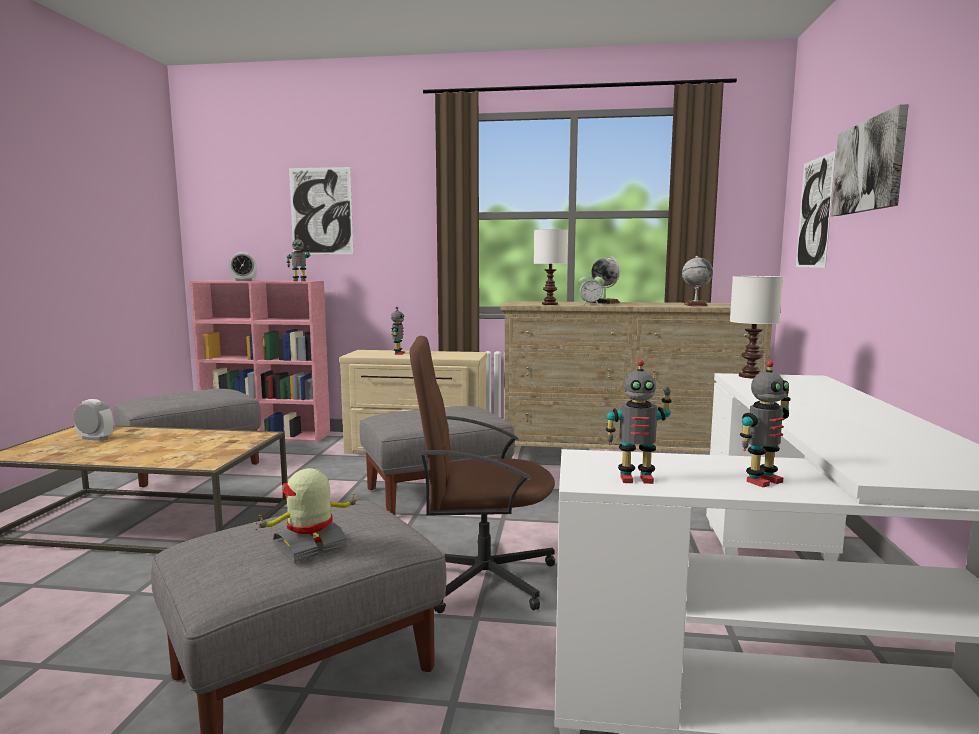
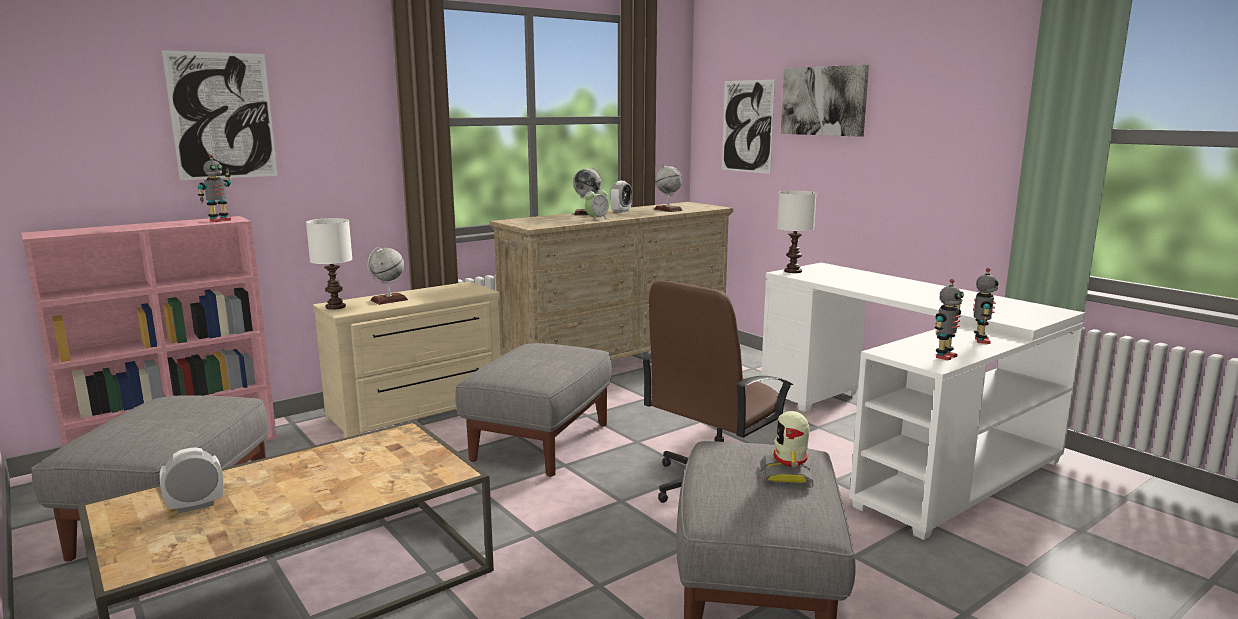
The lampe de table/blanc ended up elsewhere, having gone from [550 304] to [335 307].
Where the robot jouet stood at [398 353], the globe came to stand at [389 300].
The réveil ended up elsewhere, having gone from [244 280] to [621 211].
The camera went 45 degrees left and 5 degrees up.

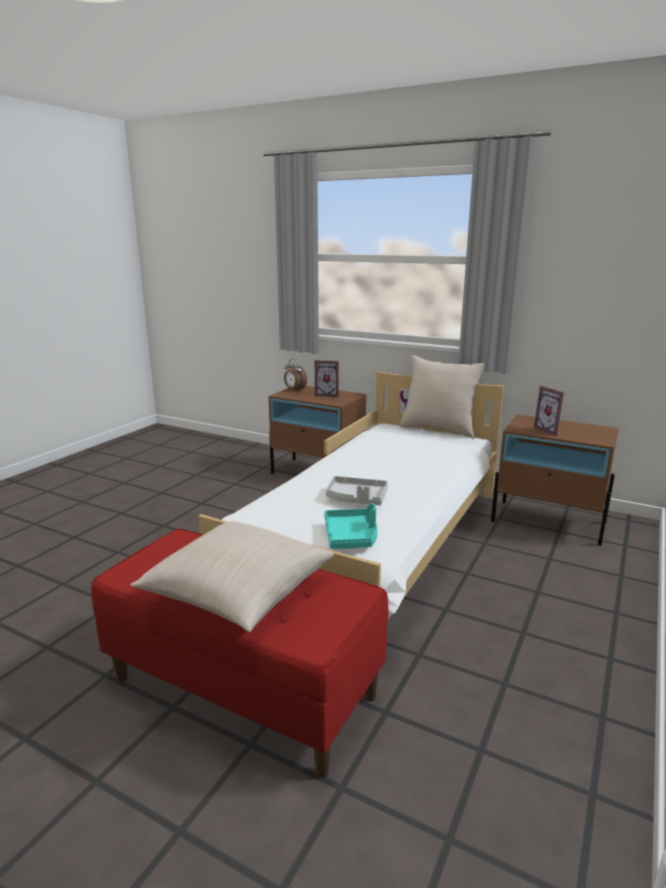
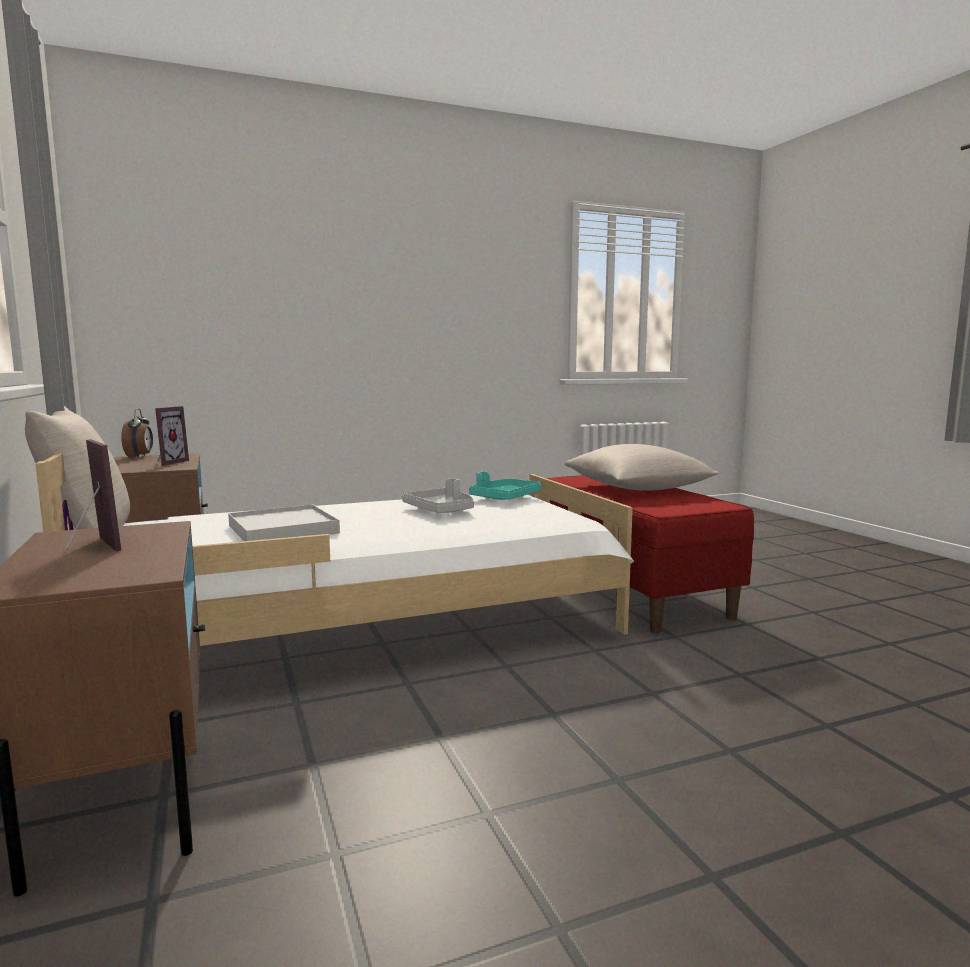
The réveil ended up elsewhere, having gone from [294 390] to [140 456].
The second view gained the plateau/blanc at [283 529].
The camera went 140 degrees left and 10 degrees down.

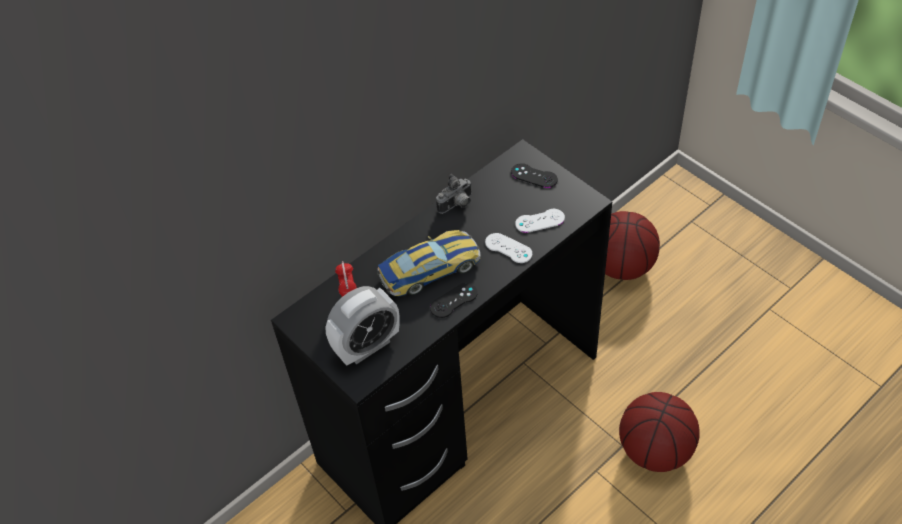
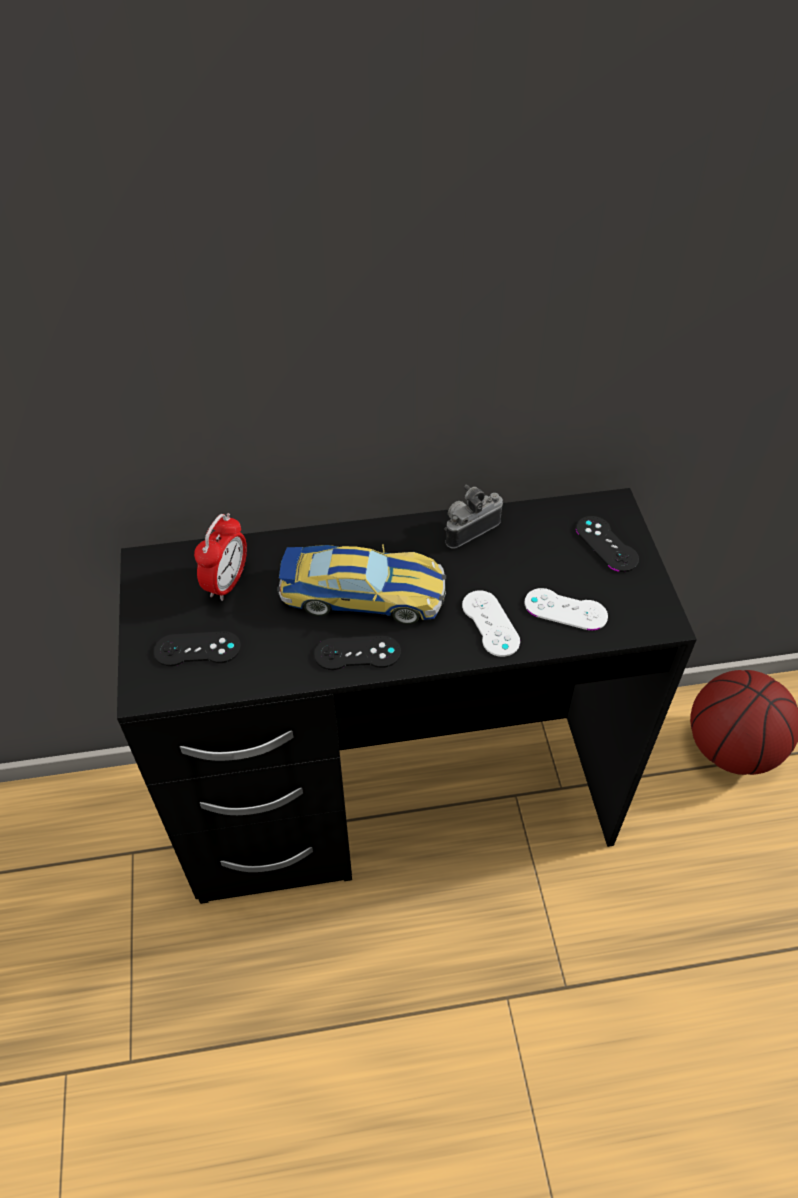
Where the réveil stood at [367 346], the manette/noir came to stand at [197 649].
The appareil photo at [457 205] ended up facing another way, 150 degrees clockwise from before.
The second view lost the ballon de basket at [655 450].
The camera went 30 degrees right and 0 degrees up.

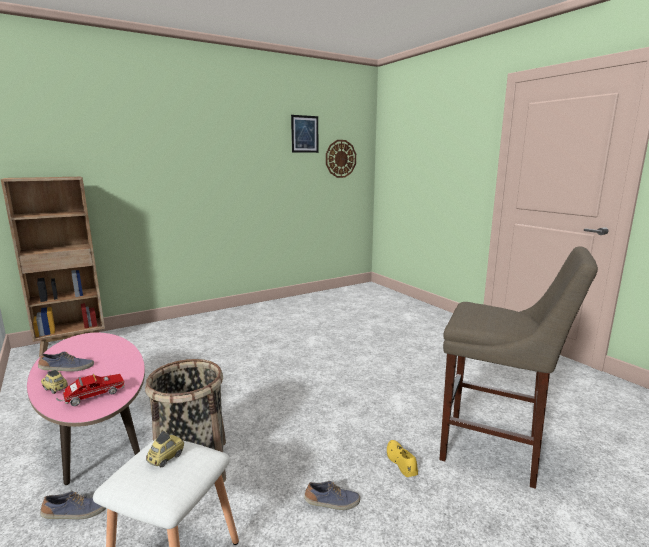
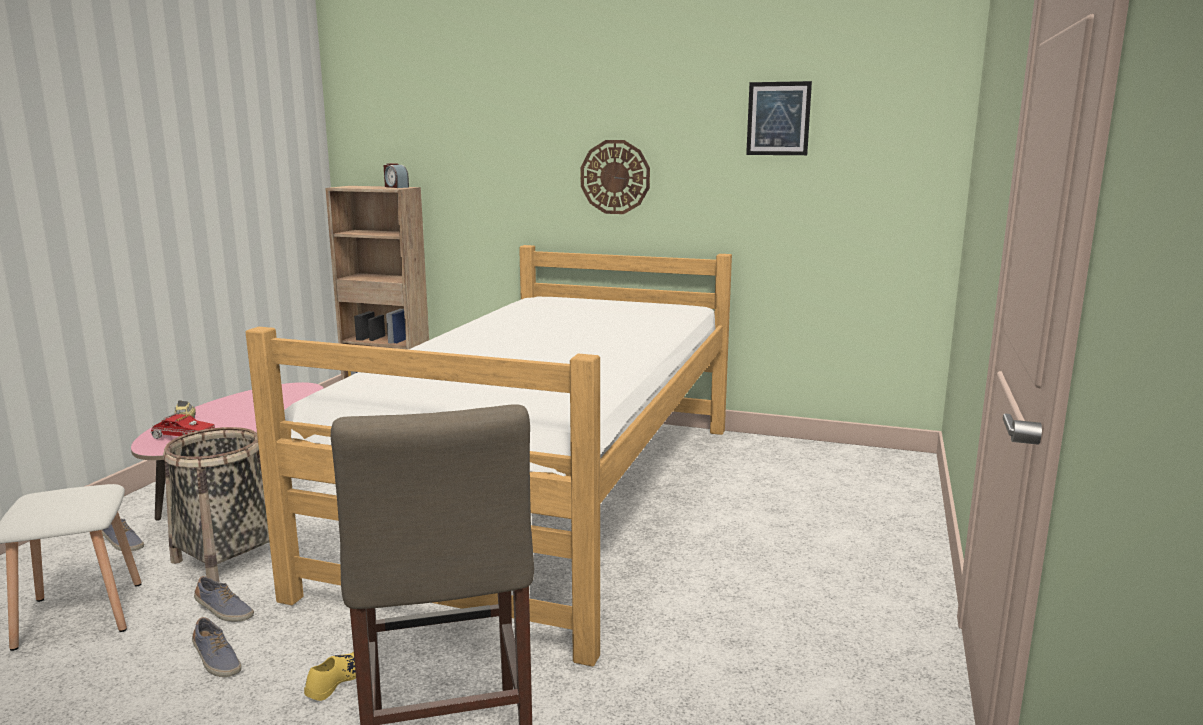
The chaussure ended up elsewhere, having gone from [67 370] to [223 611].
The second view gained the lit at [552 497].
The second view gained the réveil at [396 187].
The horloge murale ended up elsewhere, having gone from [340 158] to [615 177].
The second view lost the petite voiture at [166 458].
The camera went 50 degrees right and 0 degrees up.

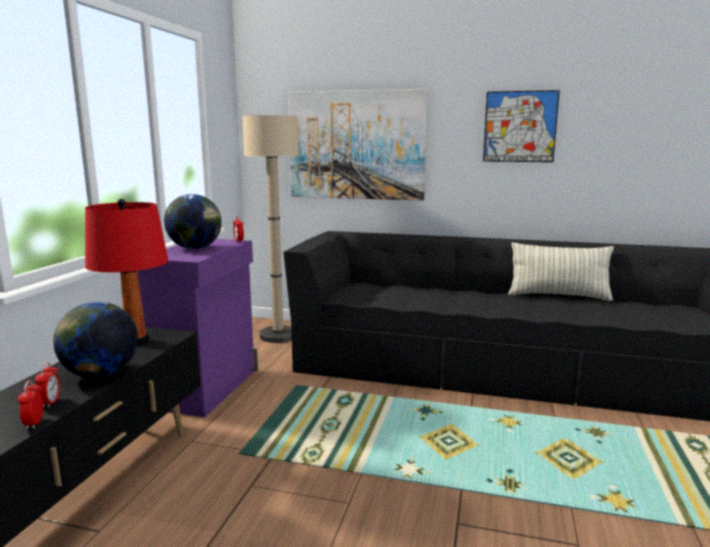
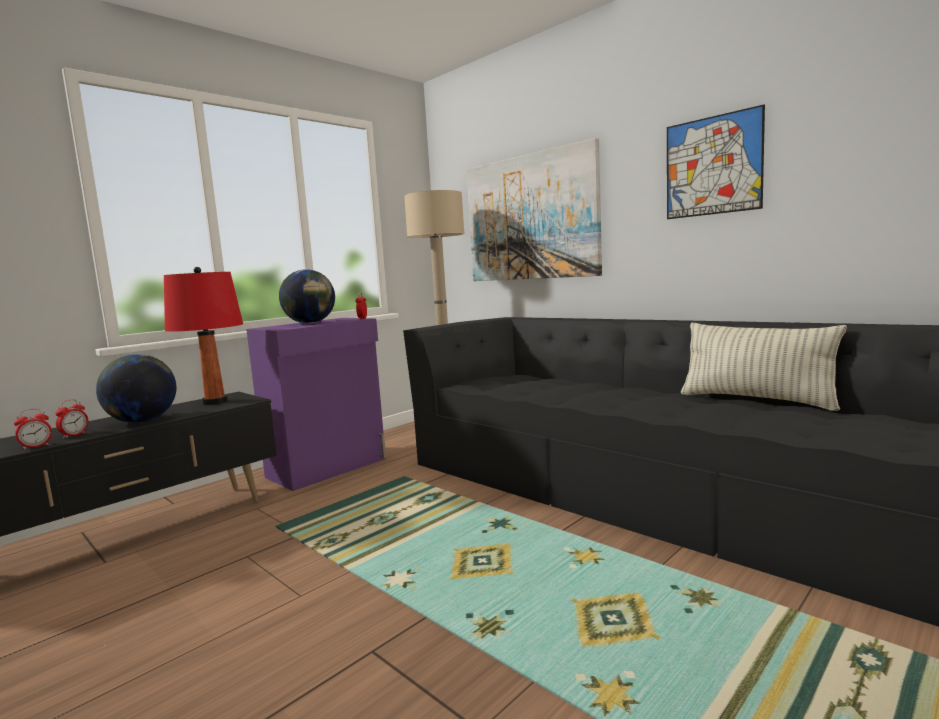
The réveil at [34 423] ended up facing another way, 150 degrees counterclockwise from before.
The camera went 30 degrees right and 5 degrees down.

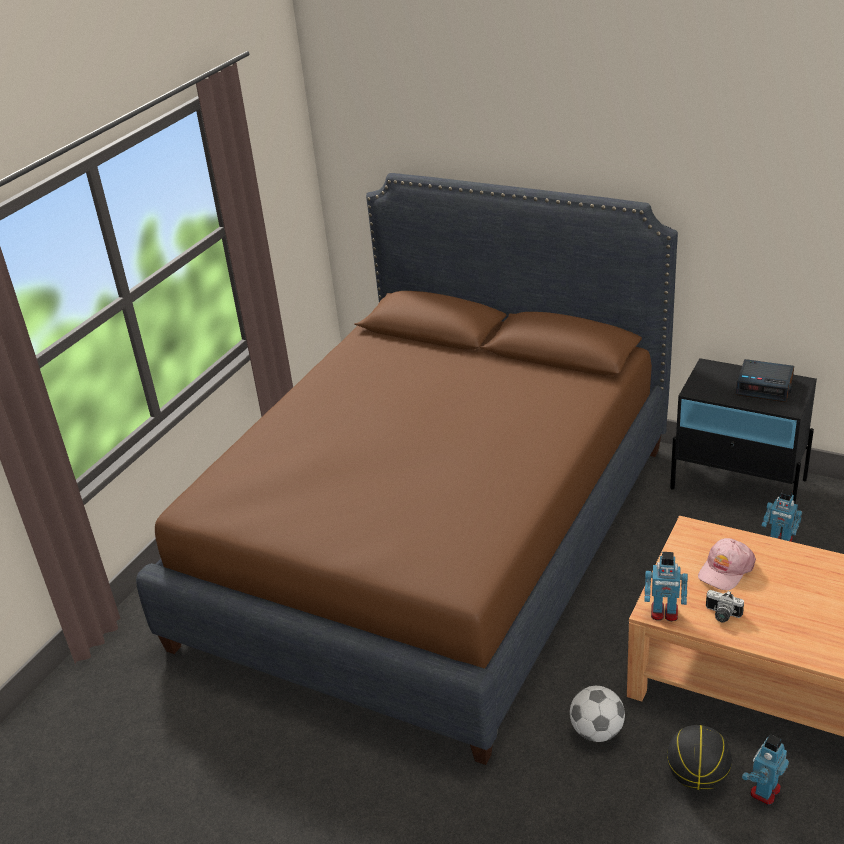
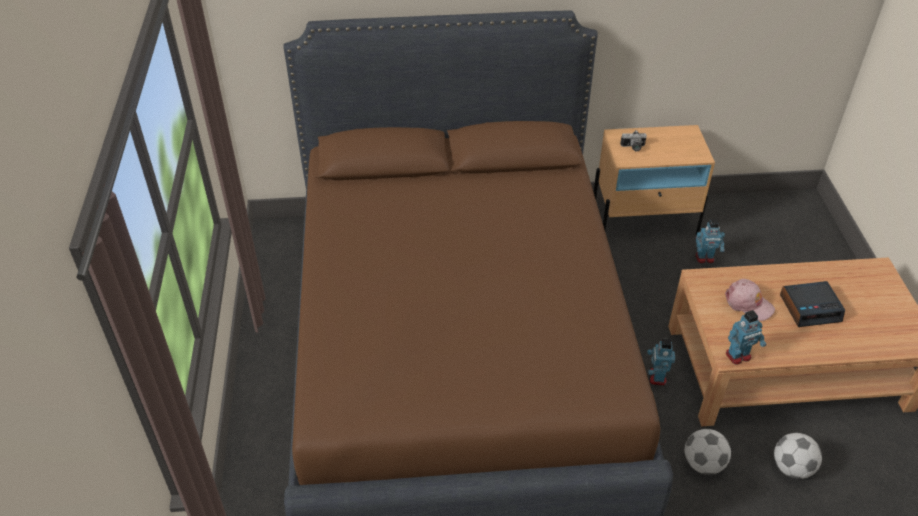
What was the table de chevet/noir at [739 484] turned into the table de chevet/beige at [644 220].
The appareil photo ended up elsewhere, having gone from [721 615] to [633 147].
The robot jouet ended up elsewhere, having gone from [764 791] to [657 377].
The casquette/rose at [725 569] ended up facing another way, 60 degrees counterclockwise from before.
Where the ballon de basket stood at [697 777], the ballon de foot came to stand at [792 468].
The réveil ended up elsewhere, having gone from [765 386] to [810 308].
The camera went 35 degrees left and 10 degrees up.

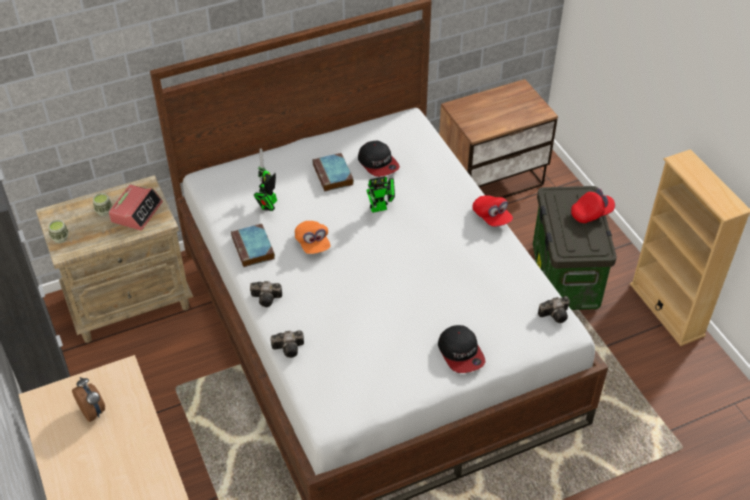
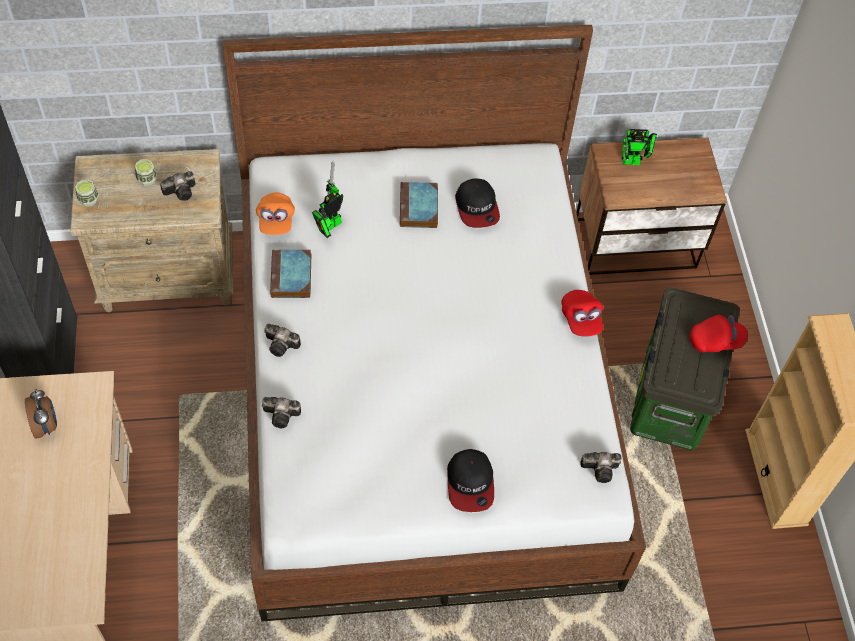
Where the réveil stood at [137 212], the appareil photo came to stand at [182 191].
The casquette/orange ended up elsewhere, having gone from [312 244] to [276 221].
The robot jouet ended up elsewhere, having gone from [381 208] to [634 161].
The camera went 15 degrees right and 10 degrees up.

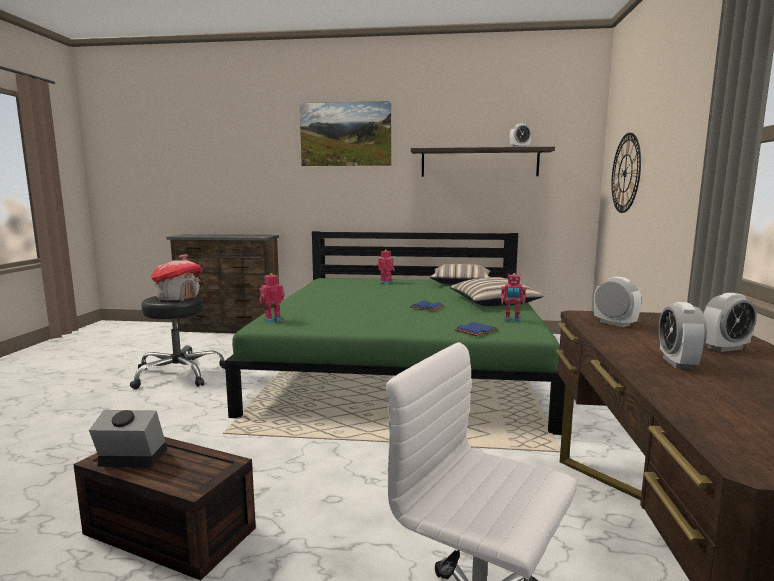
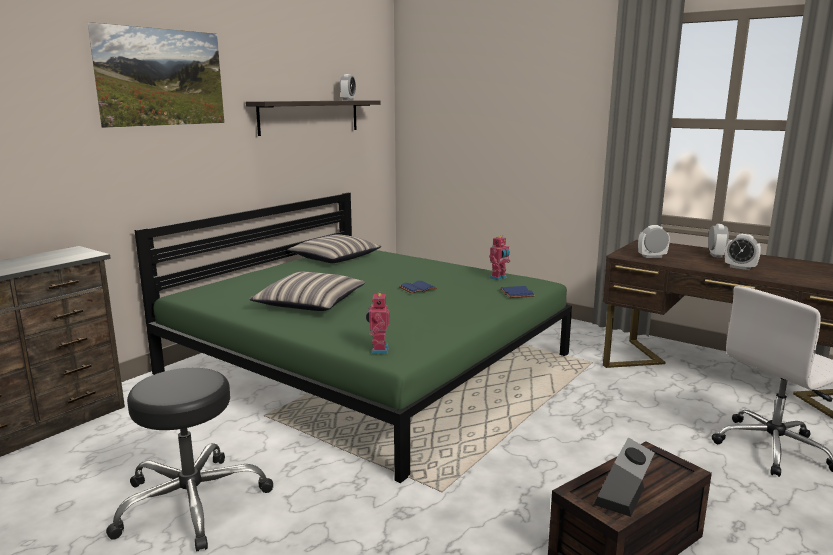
The coussin ended up elsewhere, having gone from [493 302] to [310 303].
The second view lost the maison miniature at [178 297].
The second view lost the robot jouet at [386 282].
The second view lost the horloge murale at [625 173].
The camera went 60 degrees left and 5 degrees up.

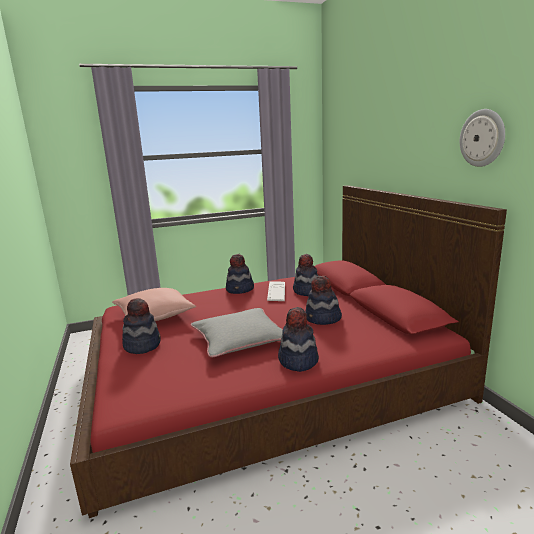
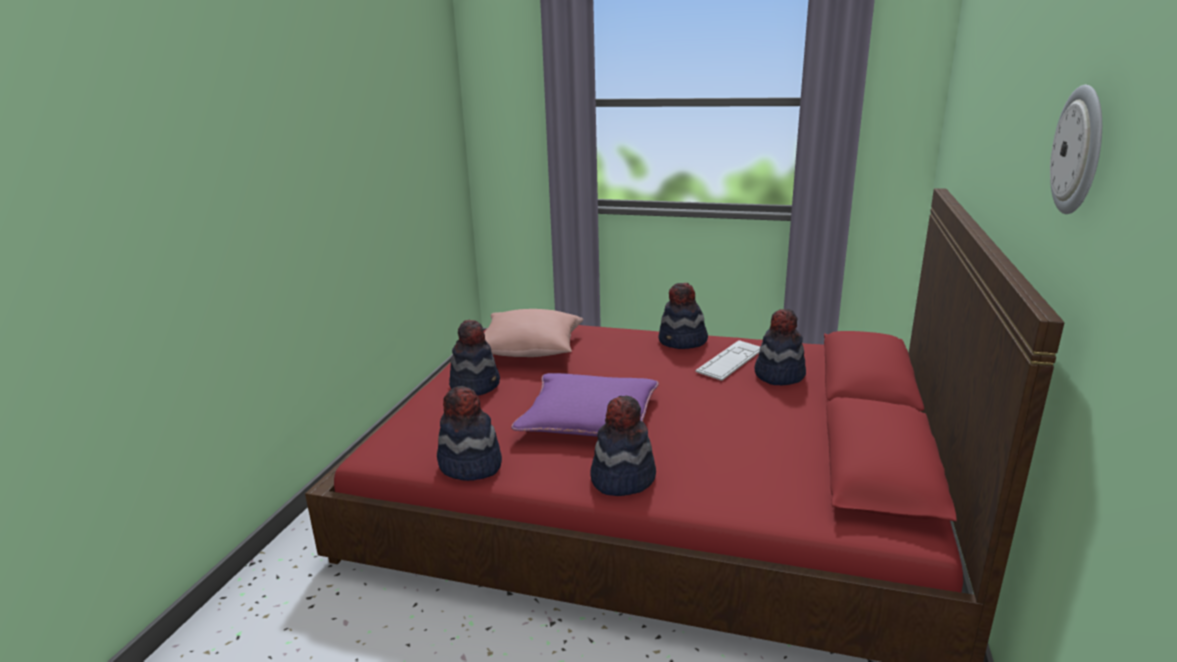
The chapeau ended up elsewhere, having gone from [322 319] to [470 465].
What was the coussin/gris at [239 339] turned into the coussin/violet at [589 418].
The camera went 35 degrees right and 5 degrees up.

